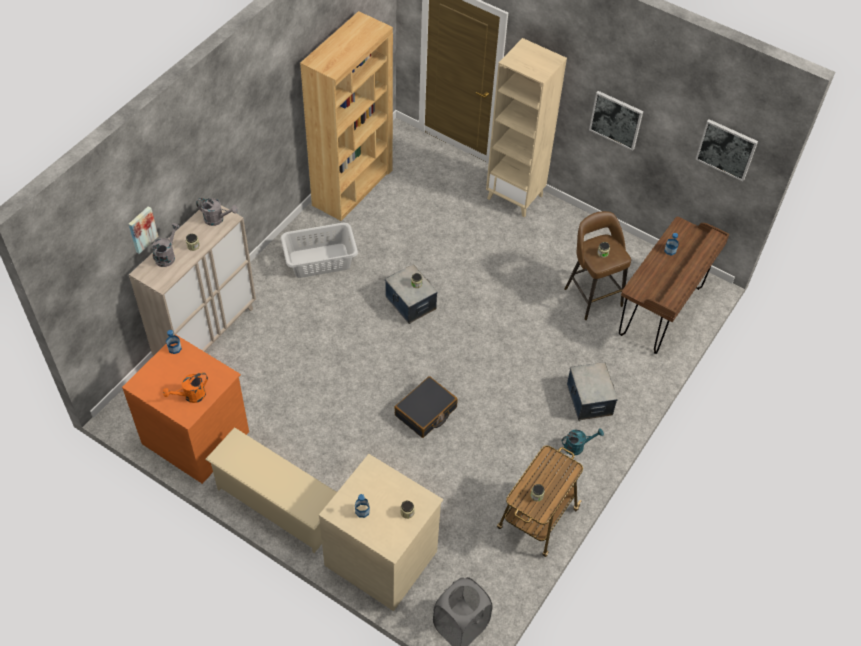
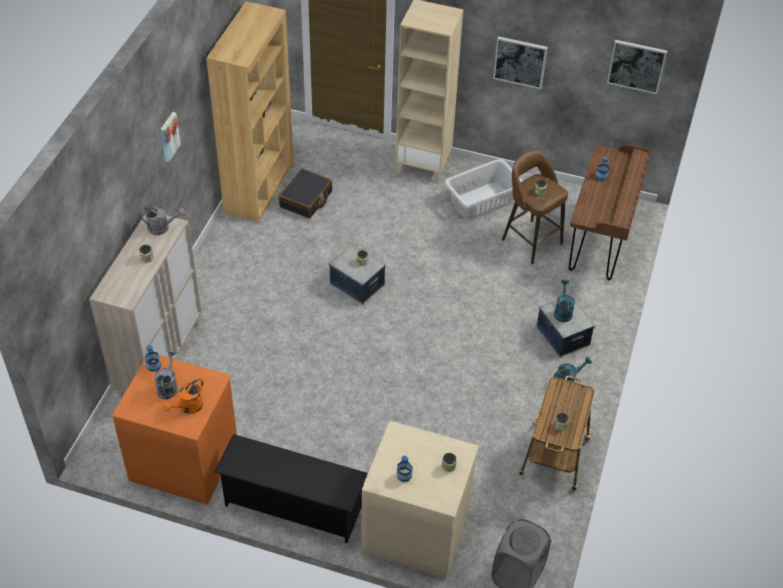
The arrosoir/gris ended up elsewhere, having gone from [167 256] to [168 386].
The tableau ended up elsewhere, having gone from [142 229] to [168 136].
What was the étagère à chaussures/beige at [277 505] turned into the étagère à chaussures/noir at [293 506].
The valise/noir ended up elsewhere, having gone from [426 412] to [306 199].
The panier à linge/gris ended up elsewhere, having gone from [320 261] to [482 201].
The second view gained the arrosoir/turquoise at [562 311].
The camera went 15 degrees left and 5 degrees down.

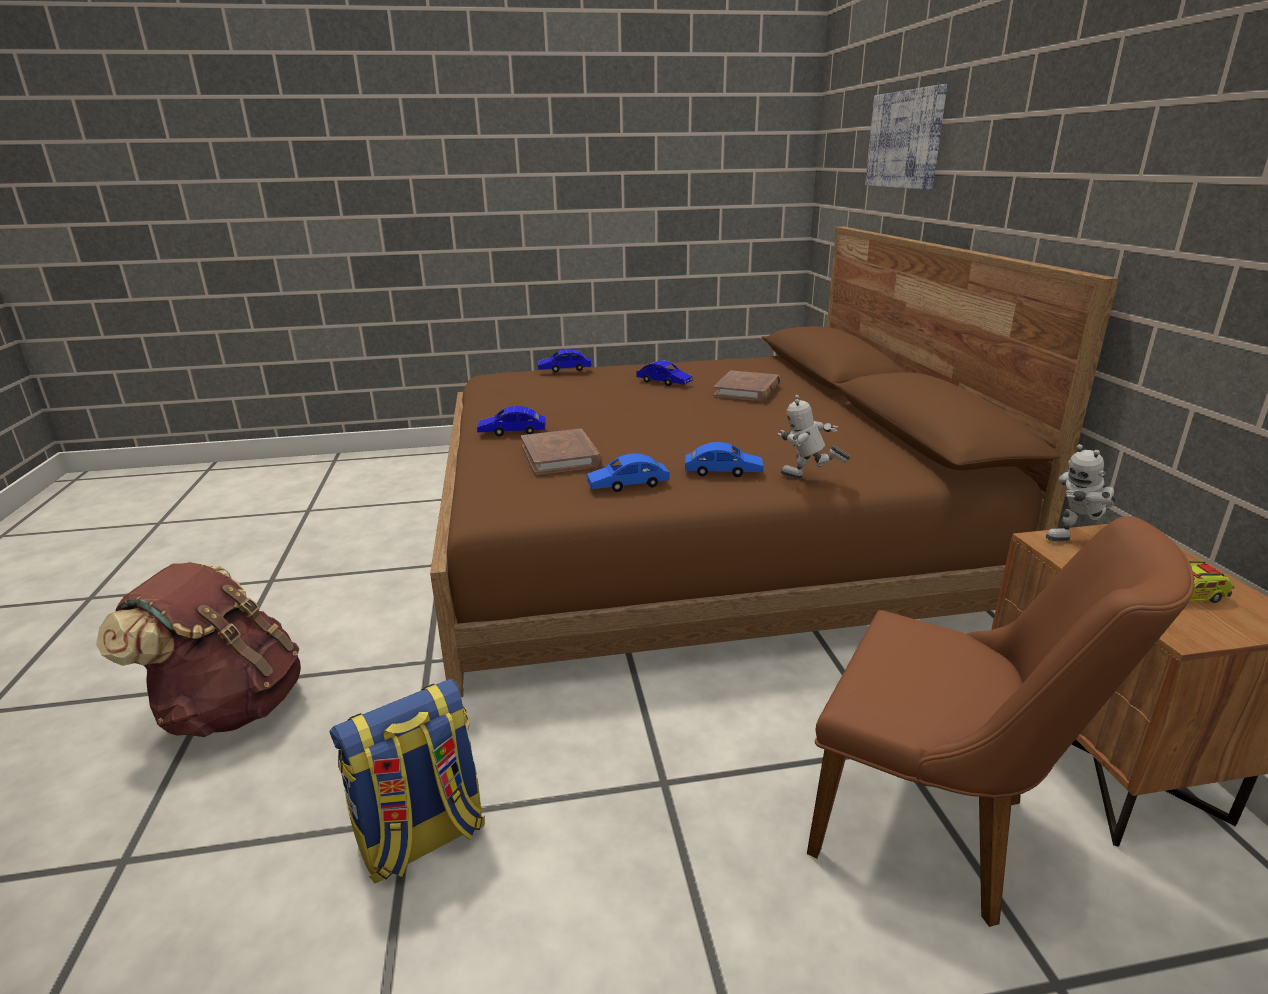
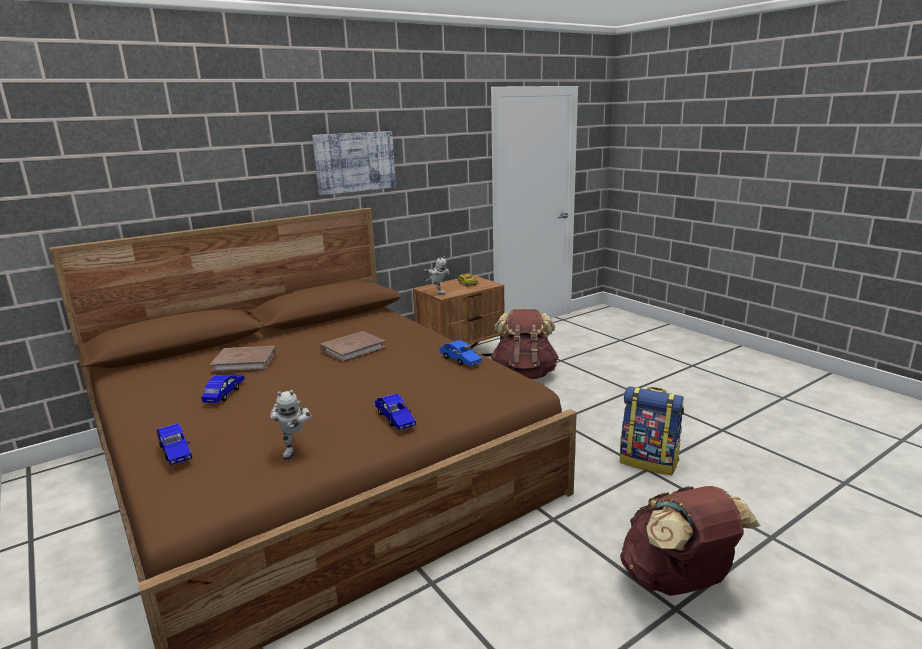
The robot jouet ended up elsewhere, having gone from [807 480] to [295 449].
The tableau ended up elsewhere, having gone from [905 139] to [355 162].
The livre/marron ended up elsewhere, having gone from [561 456] to [353 349].
Where the chaise/marron stood at [941 831], the sac à dos/marron came to stand at [524 375].
The second view lost the petite voiture/bleu at [723 472].
The camera went 115 degrees left and 5 degrees down.

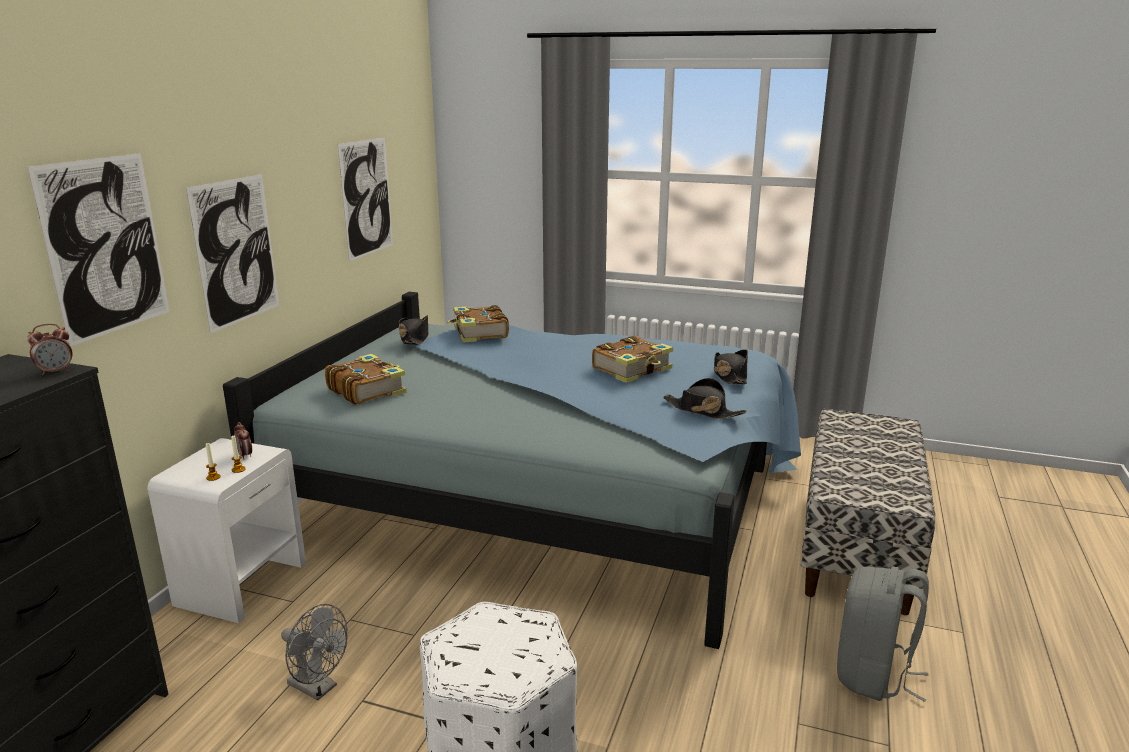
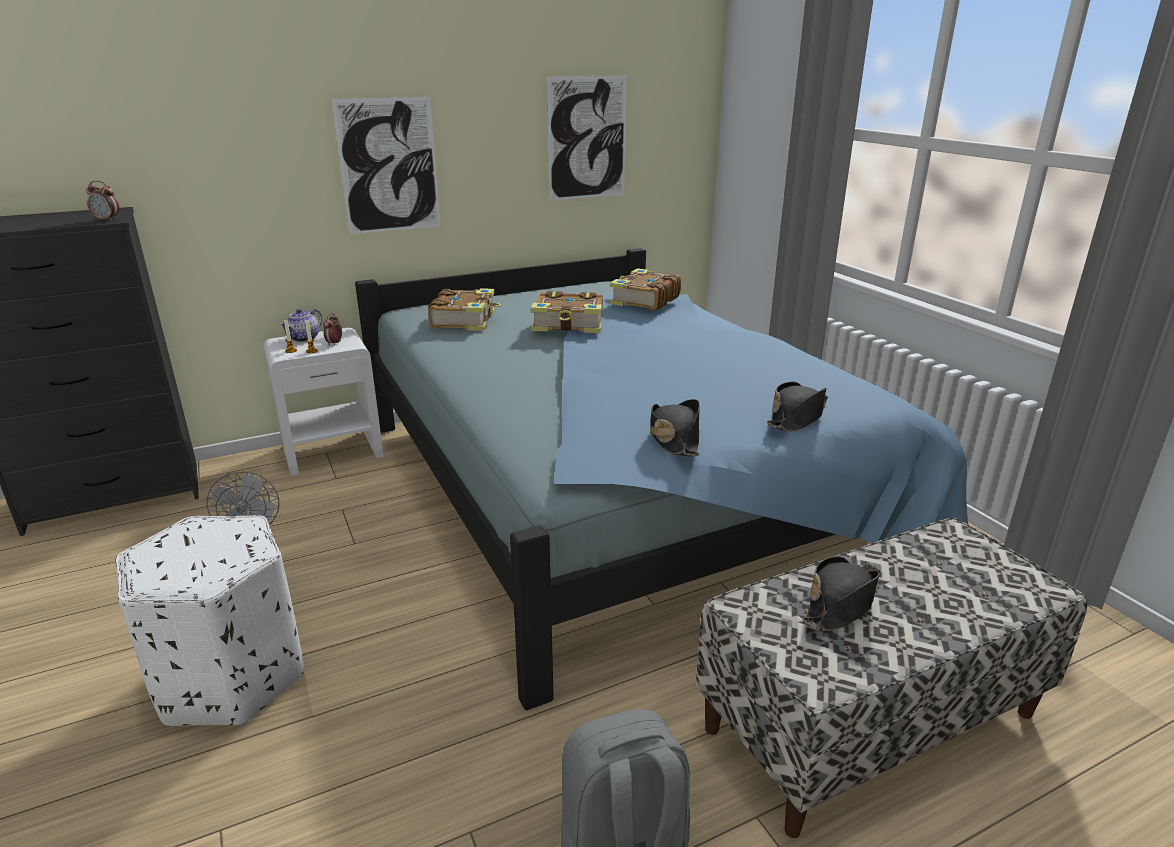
The second view gained the théière at [304 338].
The livre ended up elsewhere, having gone from [633 369] to [569 324].
The chapeau/noir ended up elsewhere, having gone from [415 338] to [841 603].
The second view lost the tableau at [105 246].
The camera went 45 degrees right and 5 degrees up.

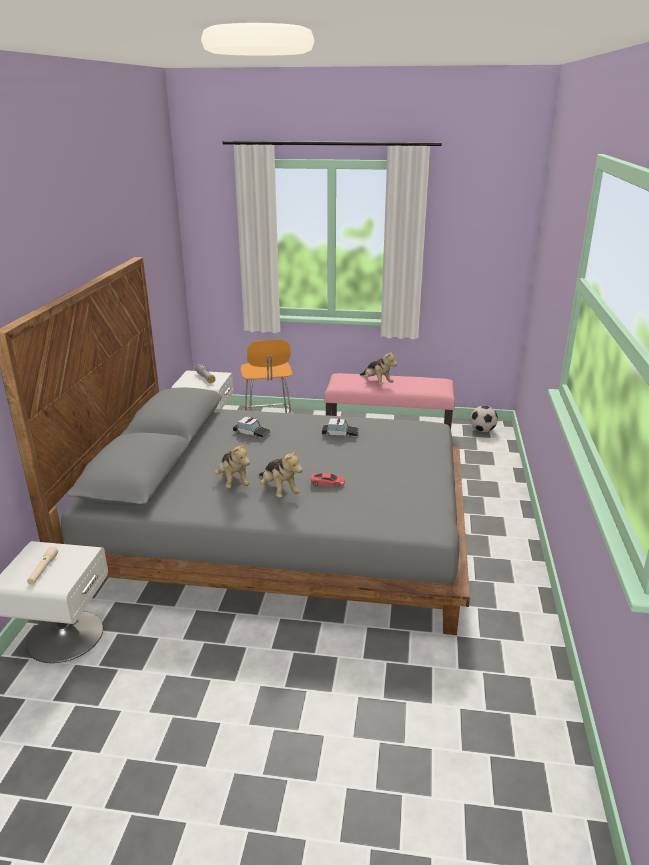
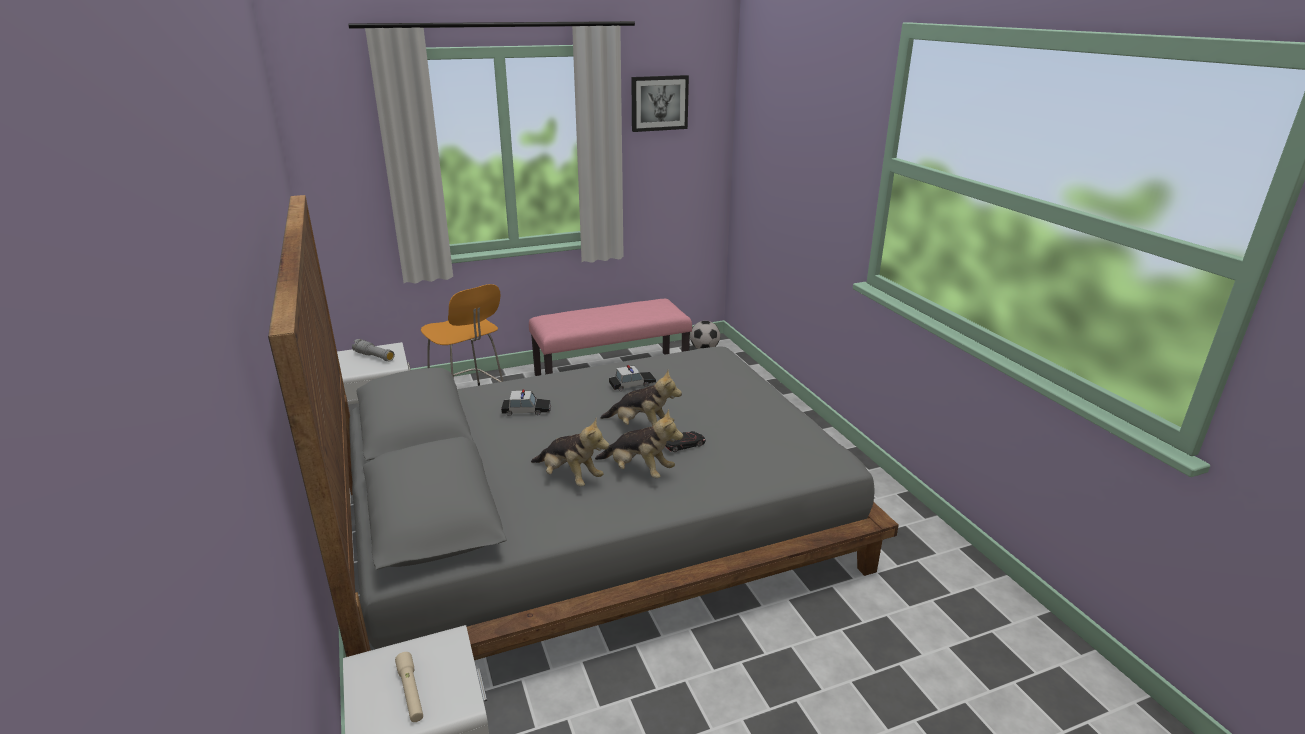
The peluche ended up elsewhere, having gone from [377 383] to [641 427].
The second view gained the tableau at [659 103].
What was the petite voiture/rouge at [327 482] turned into the petite voiture/noir at [684 444].
The camera went 30 degrees left and 0 degrees up.

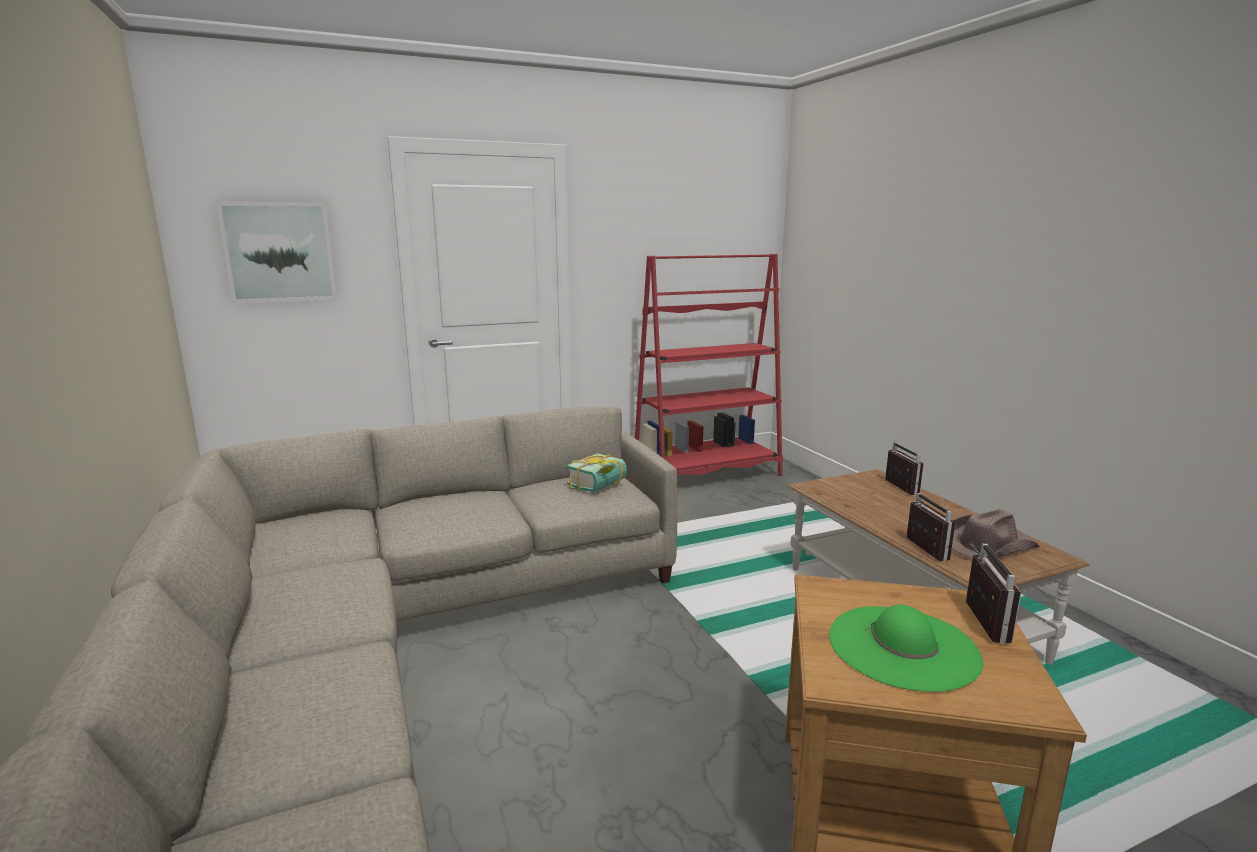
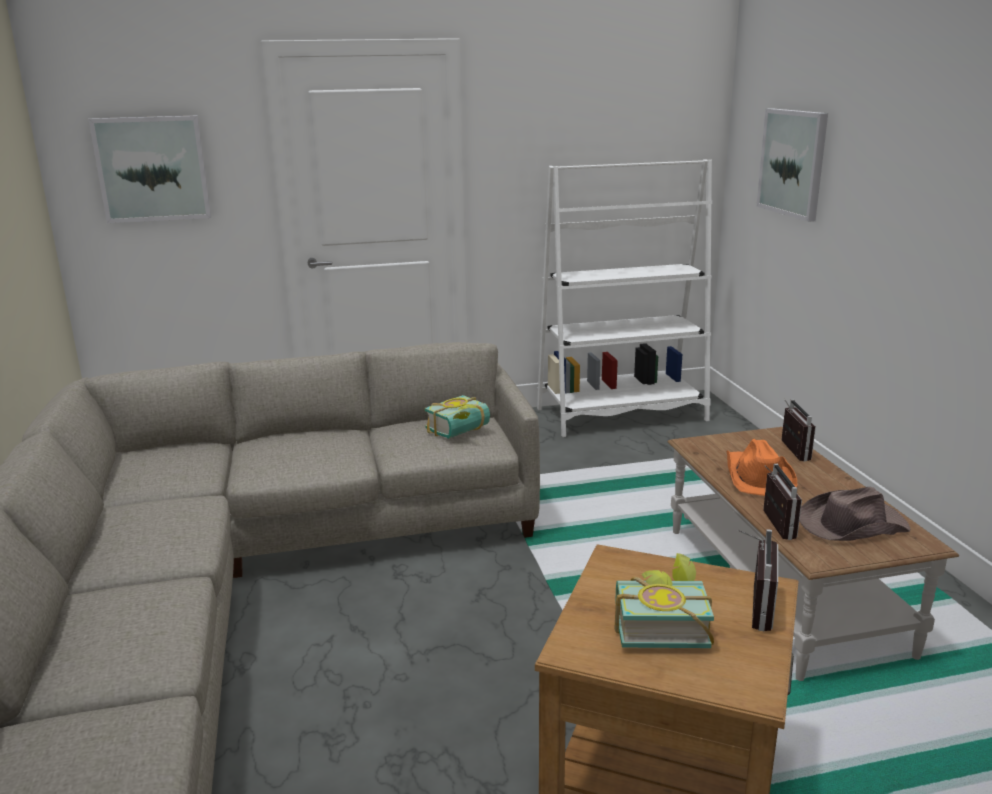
What was the bibliothèque/rouge at [707 474] turned into the bibliothèque/blanc at [621 415].
Where the chapeau/vert stood at [903 647], the livre came to stand at [659 625].
The second view gained the chapeau/orange at [757 477].
The second view gained the tableau at [793 163].
The camera went 10 degrees right and 5 degrees up.

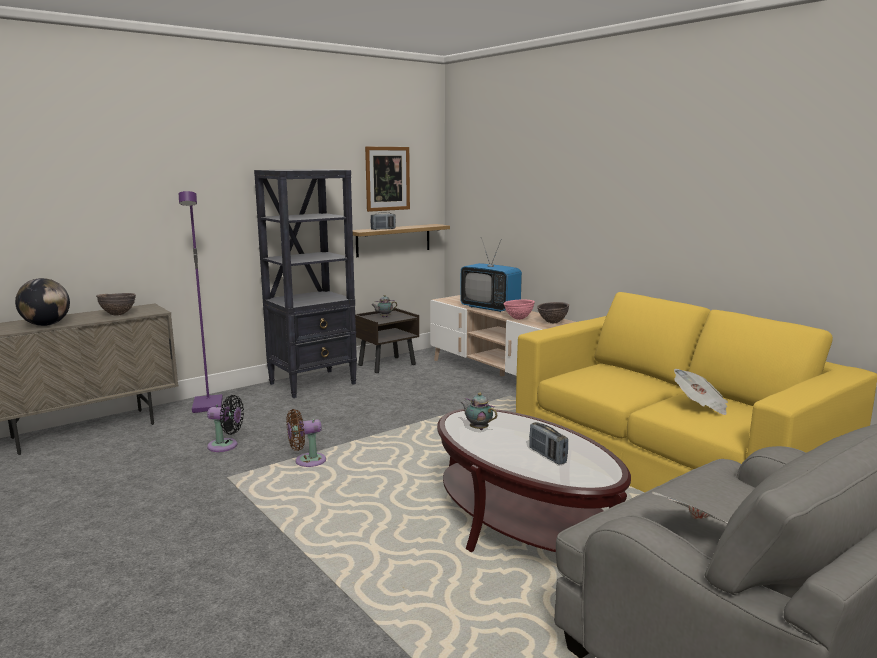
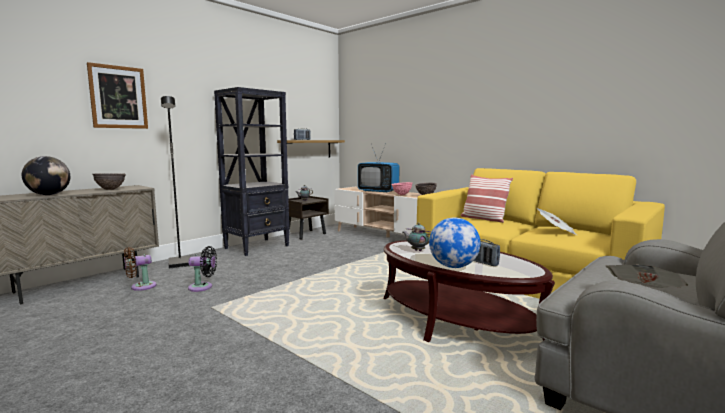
The tableau ended up elsewhere, having gone from [387 178] to [118 97].
The ventilateur/marron ended up elsewhere, having gone from [307 461] to [140 287].
What was the lampadaire/violet at [208 406] turned into the lampadaire/noir at [181 263].
The second view gained the globe at [453 266].
The second view gained the coussin at [484 219].
The camera went 10 degrees left and 5 degrees down.

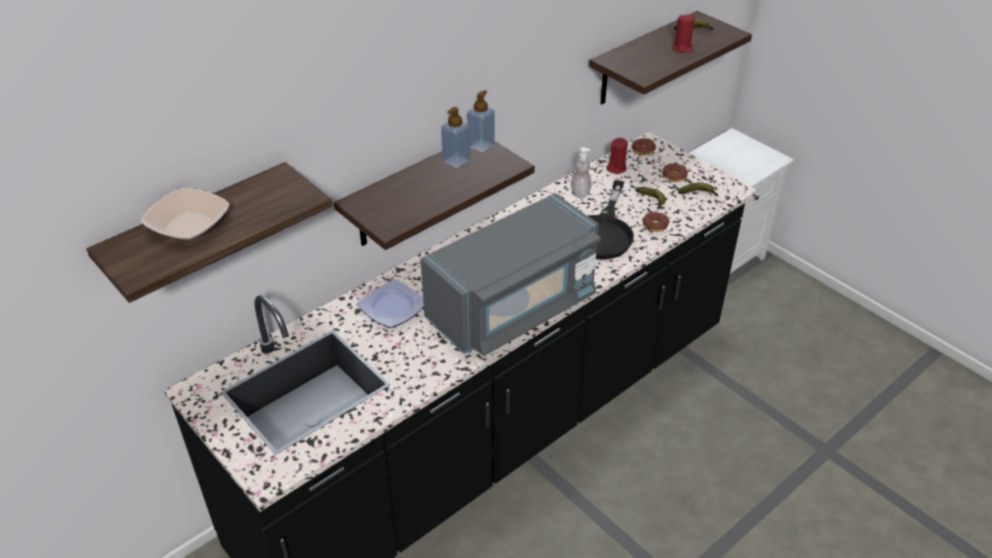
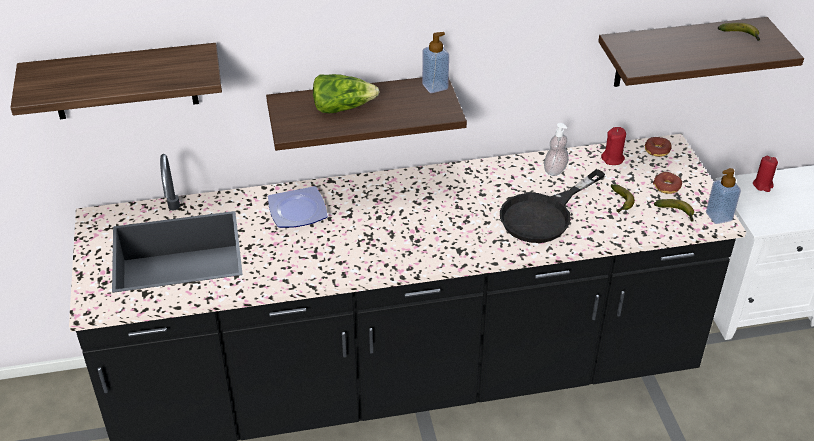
The second view gained the laitue at [342 107].
The distributeur de savon ended up elsewhere, having gone from [456 161] to [718 216].
The bougie/rouge ended up elsewhere, having gone from [682 48] to [763 185].
The second view lost the bol at [189 225].
The second view lost the micro-ondes/gris at [514 307].
The second view lost the beignet at [655 225].
The camera went 30 degrees right and 0 degrees up.

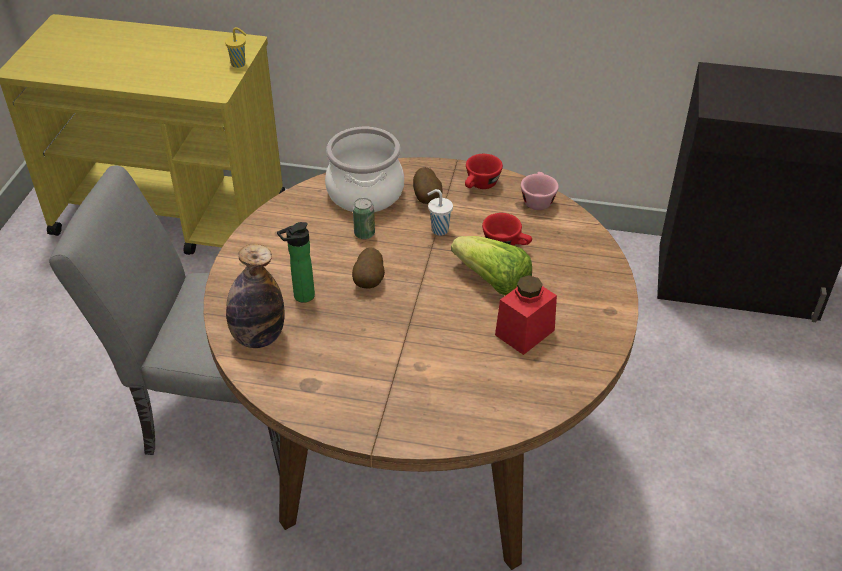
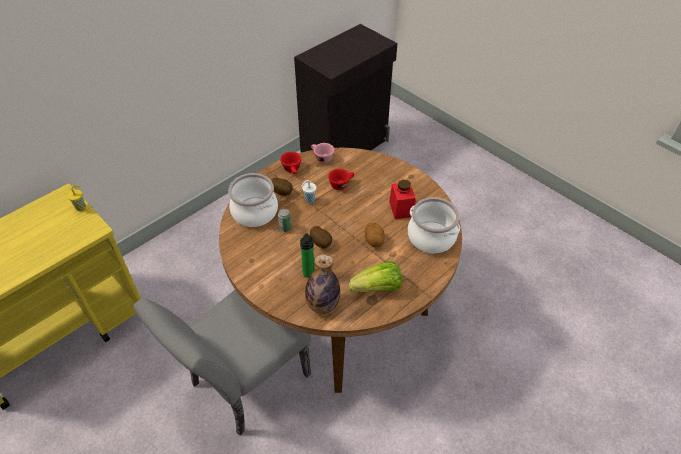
The laitue ended up elsewhere, having gone from [492 281] to [378 288].
The second view gained the pomme de terre at [374 241].
The second view gained the marmite at [431 237].
The camera went 55 degrees left and 5 degrees up.

